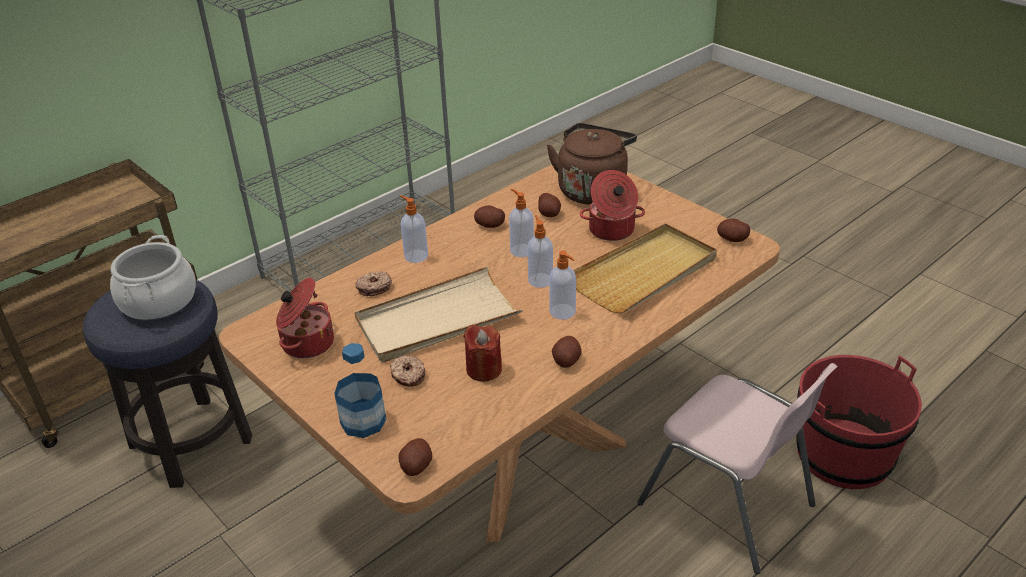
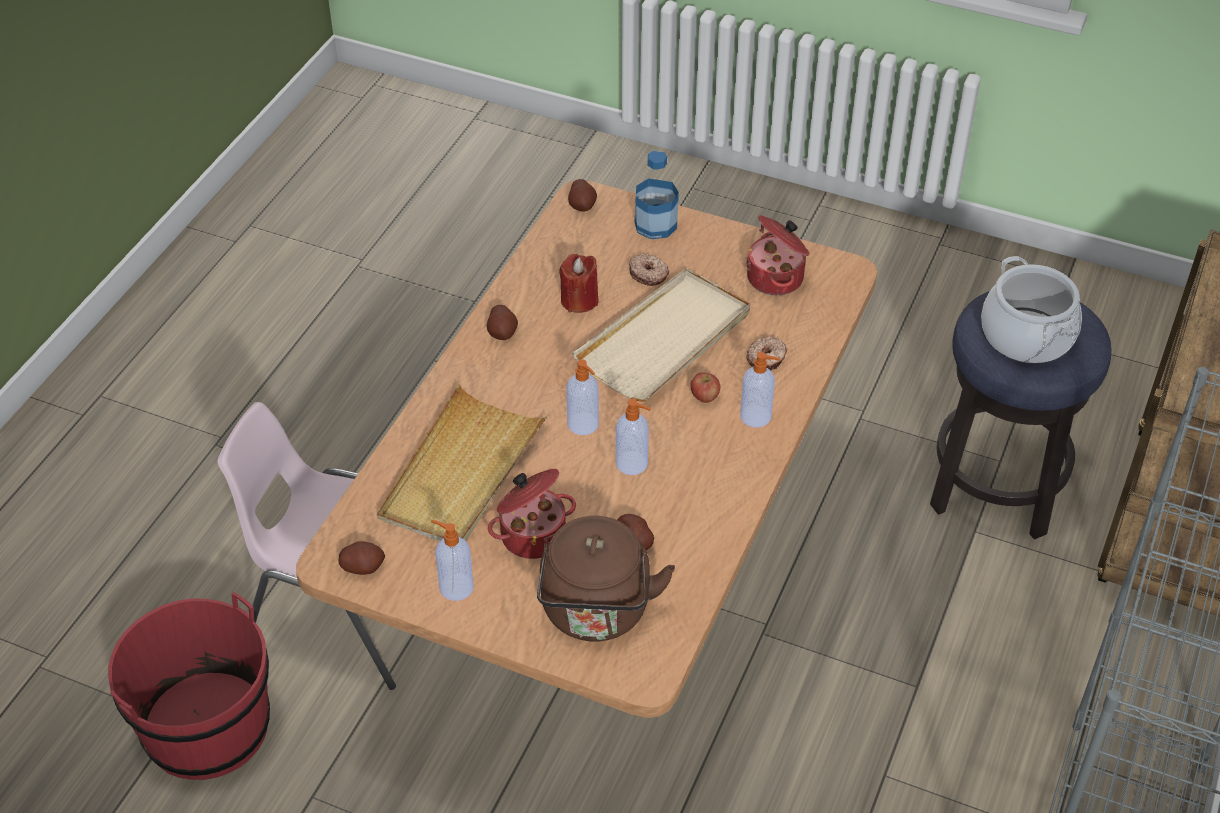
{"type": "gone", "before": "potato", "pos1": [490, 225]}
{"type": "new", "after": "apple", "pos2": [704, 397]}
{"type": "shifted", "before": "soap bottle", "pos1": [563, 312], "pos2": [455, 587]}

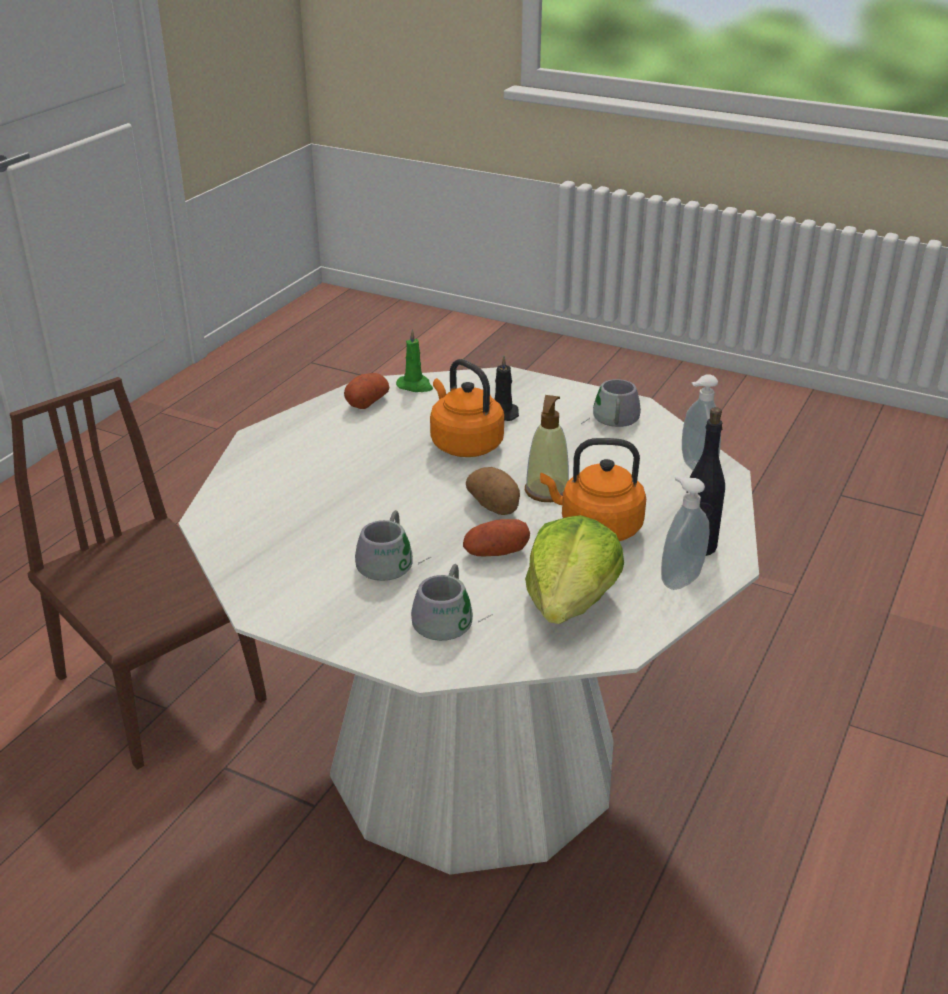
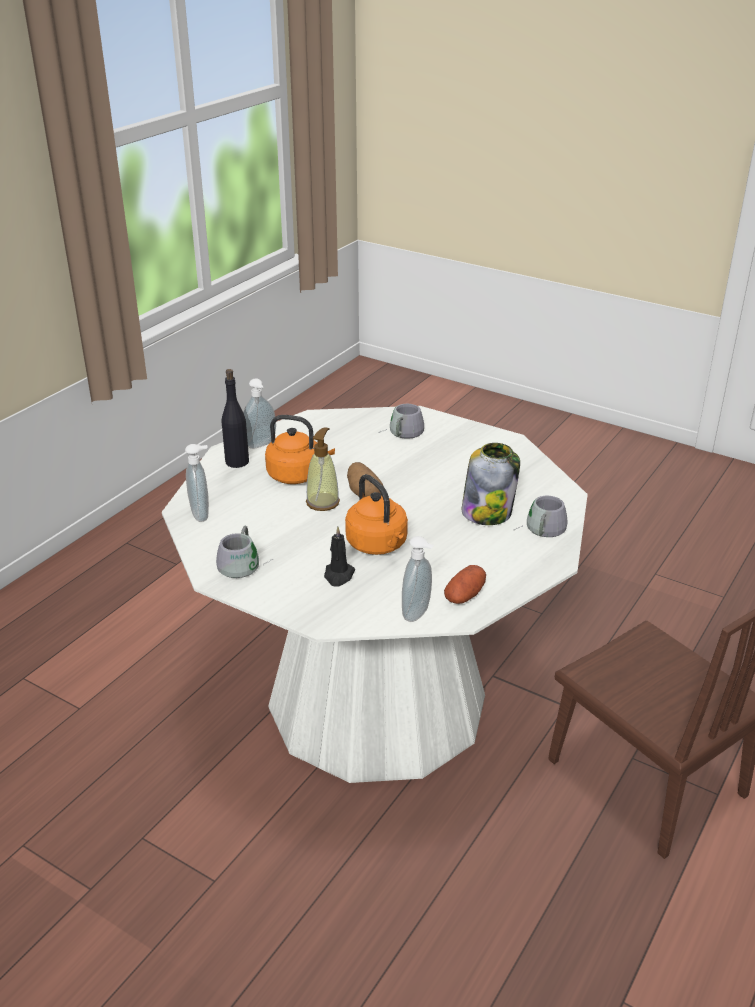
{"type": "gone", "before": "potato", "pos1": [496, 552]}
{"type": "gone", "before": "head of lettuce", "pos1": [570, 601]}
{"type": "new", "after": "storage jar", "pos2": [487, 512]}
{"type": "shifted", "before": "mug in grey", "pos1": [393, 561], "pos2": [540, 529]}
{"type": "swapped", "before": "wax light in green-coloured", "after": "soap bottle", "pos1": [415, 386], "pos2": [418, 614]}

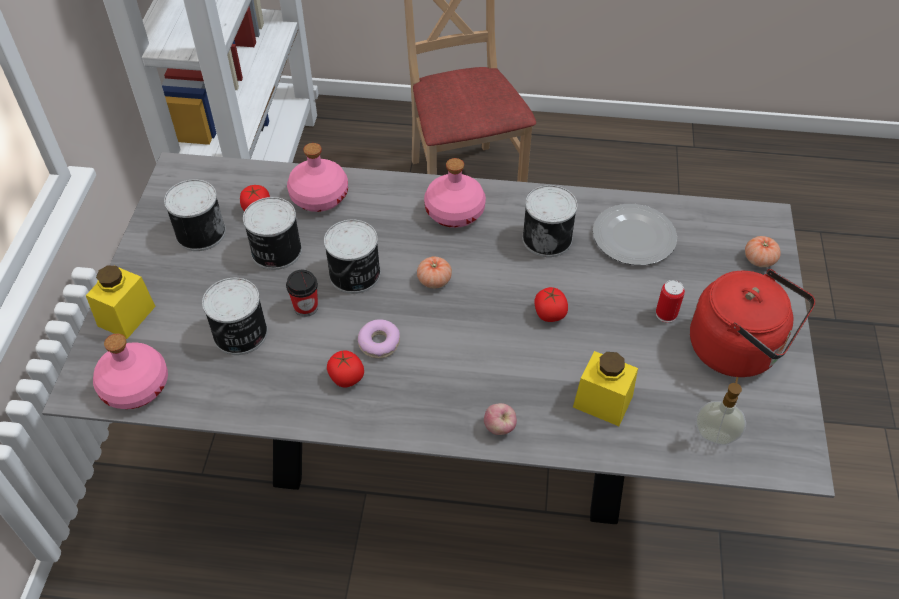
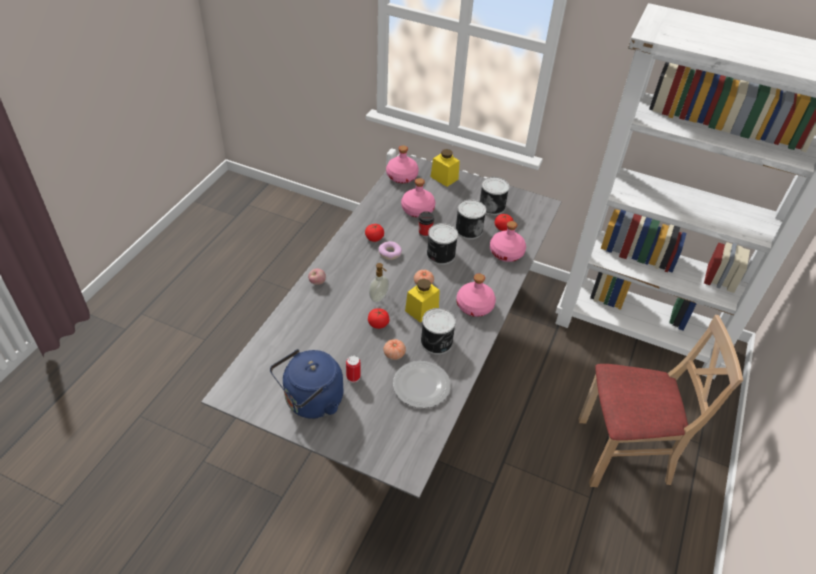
{"type": "shifted", "before": "storage jar in yellowish", "pos1": [602, 402], "pos2": [421, 309]}
{"type": "shifted", "before": "soap bottle", "pos1": [715, 435], "pos2": [379, 298]}
{"type": "shifted", "before": "tomato", "pos1": [759, 259], "pos2": [394, 354]}
{"type": "swapped", "before": "can", "after": "drink bottle in pink-coloured", "pos1": [240, 334], "pos2": [417, 209]}
{"type": "repainted", "before": "tea kettle in red-coloured", "after": "tea kettle in blue-coloured", "pos1": [738, 350], "pos2": [311, 402]}

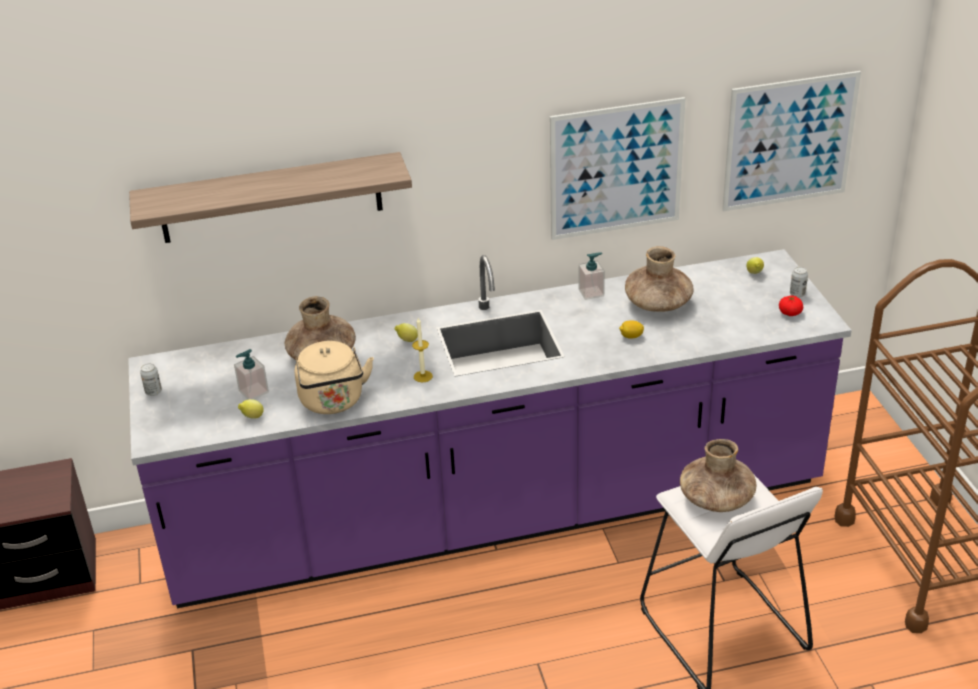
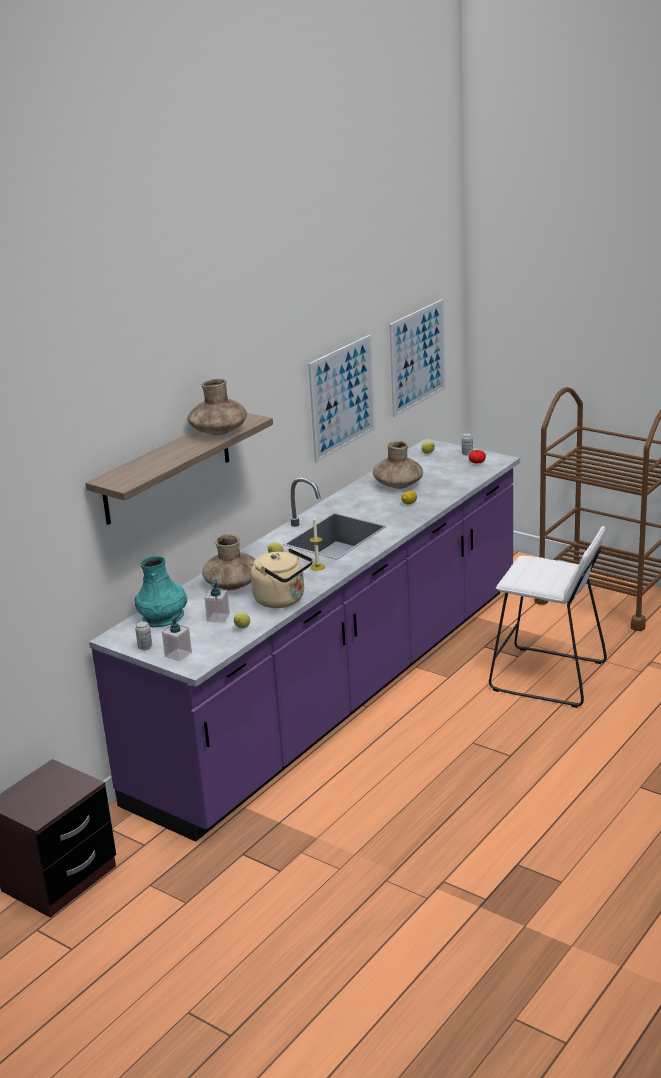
{"type": "new", "after": "vase in blue-green", "pos2": [163, 617]}
{"type": "shifted", "before": "soap bottle", "pos1": [591, 293], "pos2": [178, 654]}
{"type": "shifted", "before": "vase in brownish", "pos1": [716, 499], "pos2": [218, 432]}

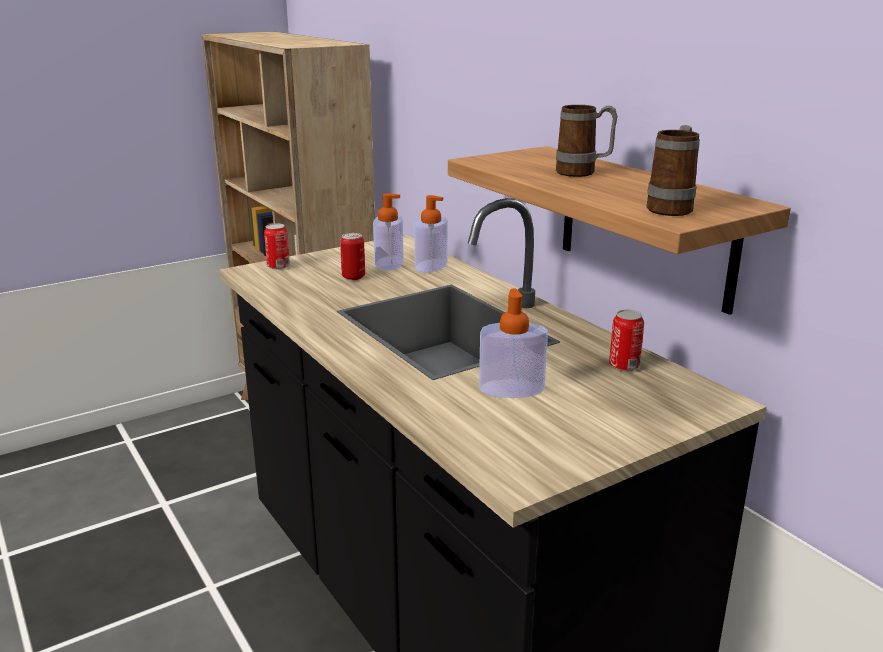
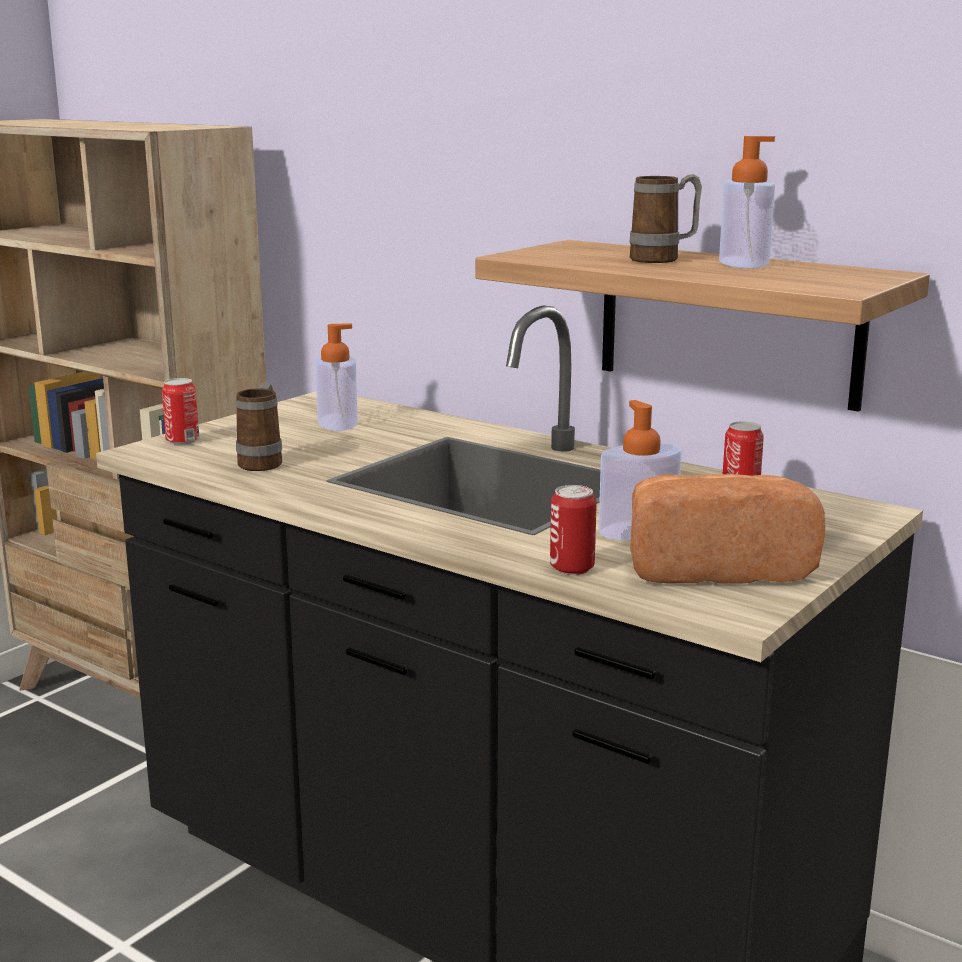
{"type": "new", "after": "baked bread", "pos2": [715, 566]}
{"type": "shifted", "before": "can", "pos1": [353, 277], "pos2": [572, 568]}
{"type": "shifted", "before": "soap bottle", "pos1": [431, 266], "pos2": [743, 263]}
{"type": "shifted", "before": "mug", "pos1": [672, 208], "pos2": [263, 462]}

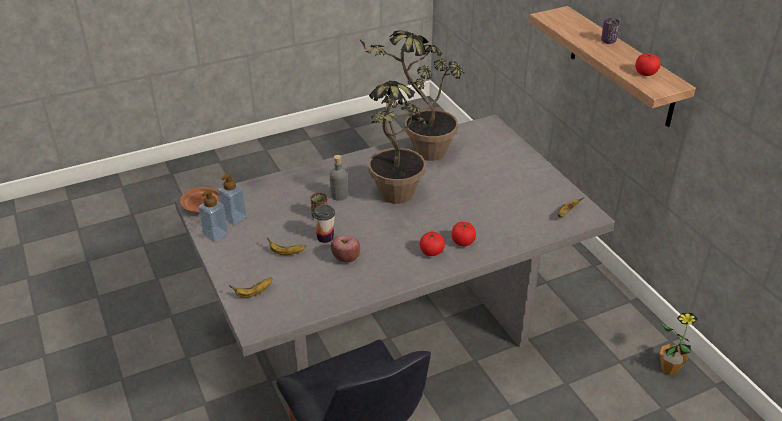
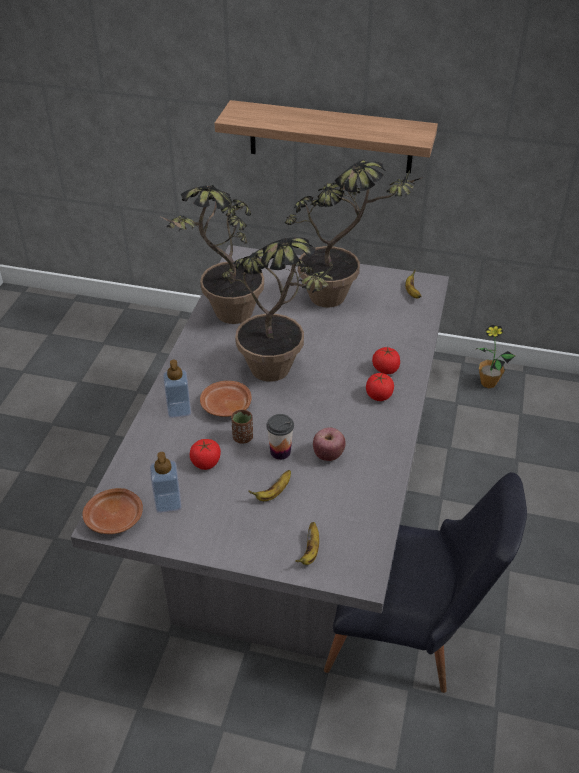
{"type": "gone", "before": "small cup in purple-coloured", "pos1": [608, 41]}
{"type": "new", "after": "houseplant", "pos2": [341, 299]}
{"type": "shifted", "before": "soap bottle", "pos1": [215, 234], "pos2": [179, 409]}
{"type": "shifted", "before": "tomato", "pos1": [645, 73], "pos2": [206, 463]}
{"type": "swapped", "before": "drink bottle in grey", "after": "flat dish in brownish", "pos1": [339, 195], "pos2": [226, 406]}

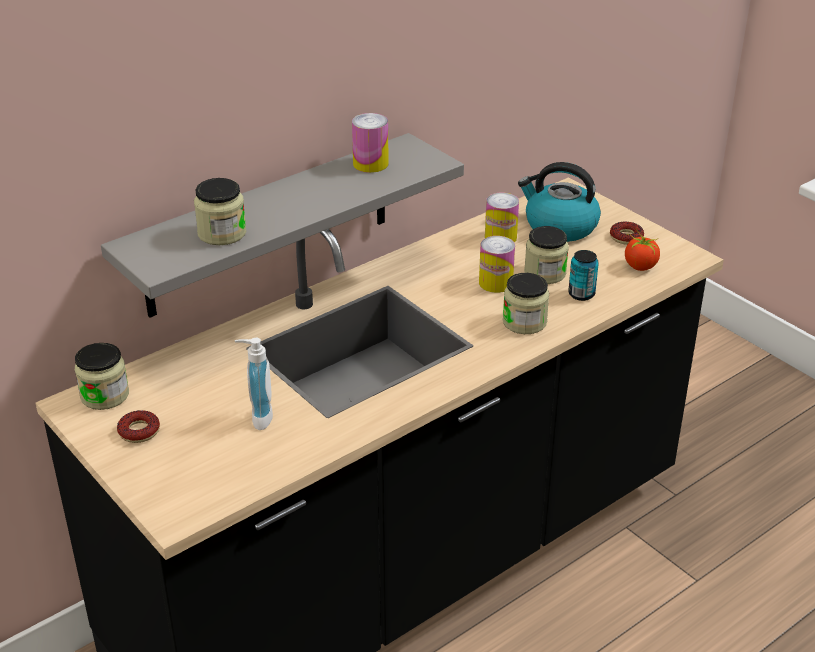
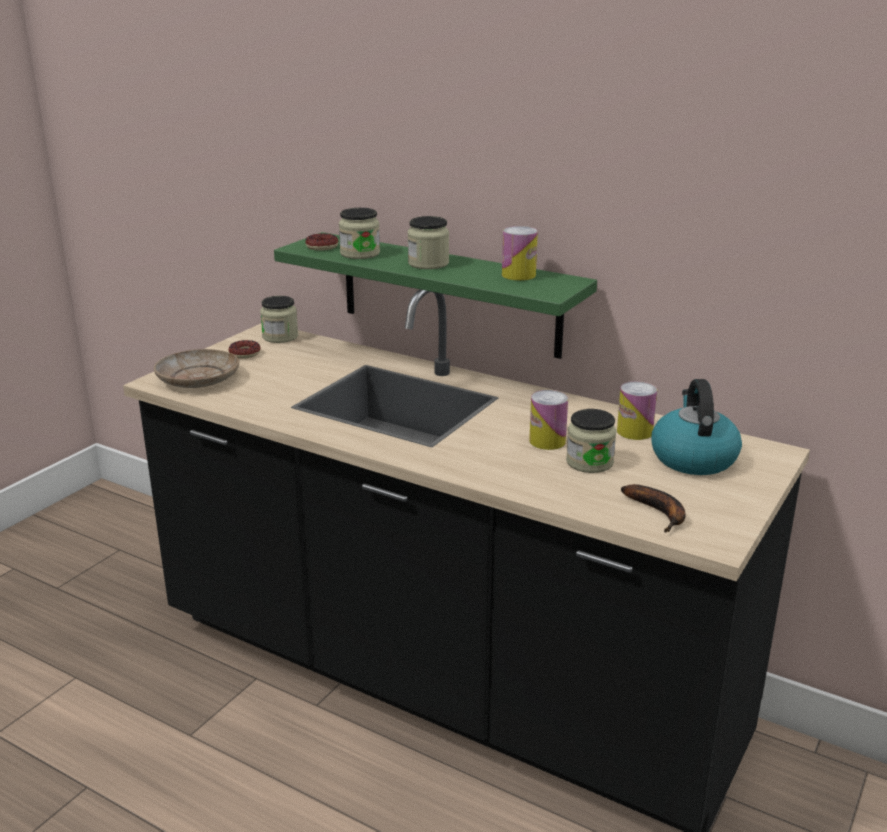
{"type": "gone", "before": "soap bottle", "pos1": [257, 417]}
{"type": "gone", "before": "can", "pos1": [581, 294]}
{"type": "new", "after": "flat dish in beige", "pos2": [198, 379]}
{"type": "shifted", "before": "storage jar", "pos1": [524, 322], "pos2": [428, 263]}
{"type": "shifted", "before": "doughnut", "pos1": [626, 237], "pos2": [322, 247]}
{"type": "swapped", "before": "tomato", "after": "whole banana", "pos1": [640, 266], "pos2": [659, 513]}
{"type": "repainted", "before": "wall shelf in grey", "after": "wall shelf in green-coloured", "pos1": [269, 226], "pos2": [449, 294]}

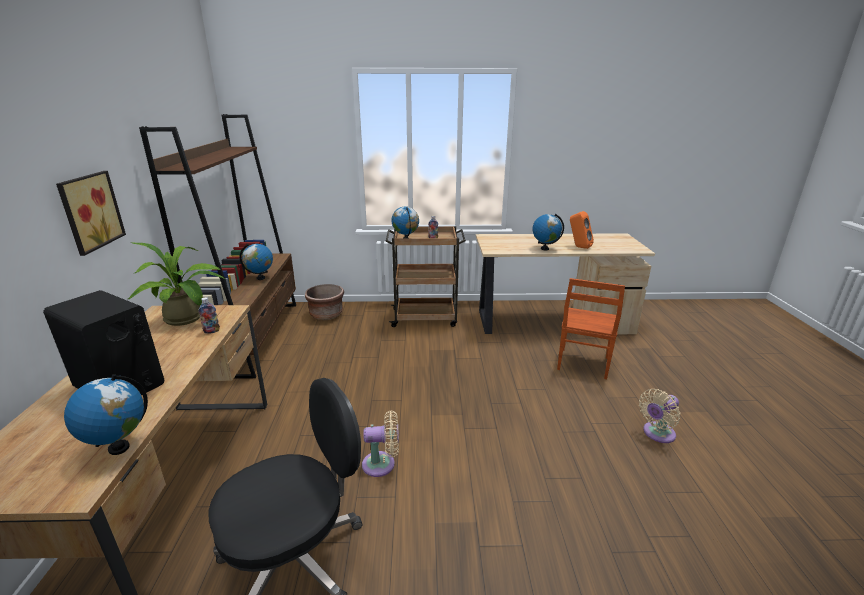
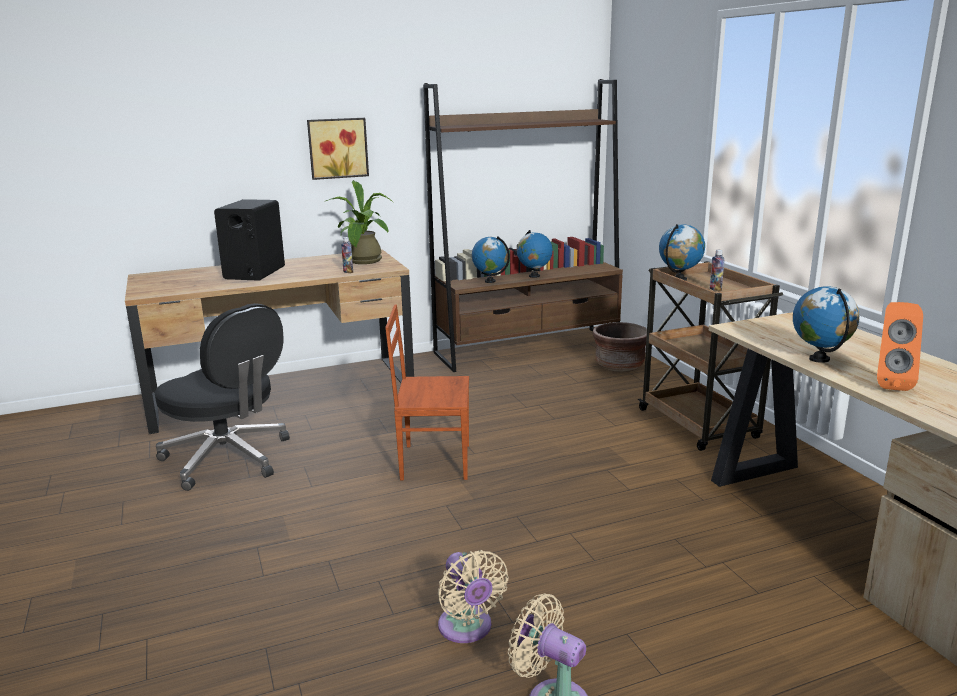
{"type": "shifted", "before": "desk globe", "pos1": [119, 447], "pos2": [490, 281]}
{"type": "shifted", "before": "fan in beige", "pos1": [382, 464], "pos2": [467, 628]}
{"type": "shifted", "before": "plain chair in brownish", "pos1": [582, 364], "pos2": [434, 461]}

